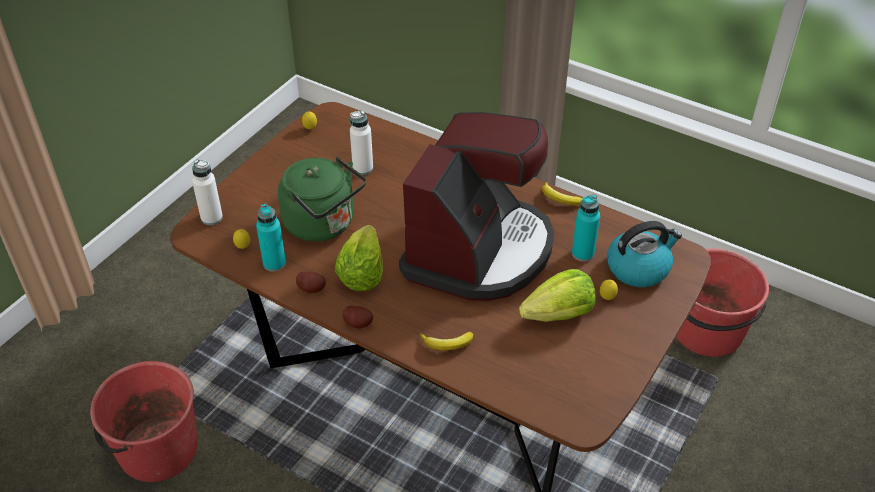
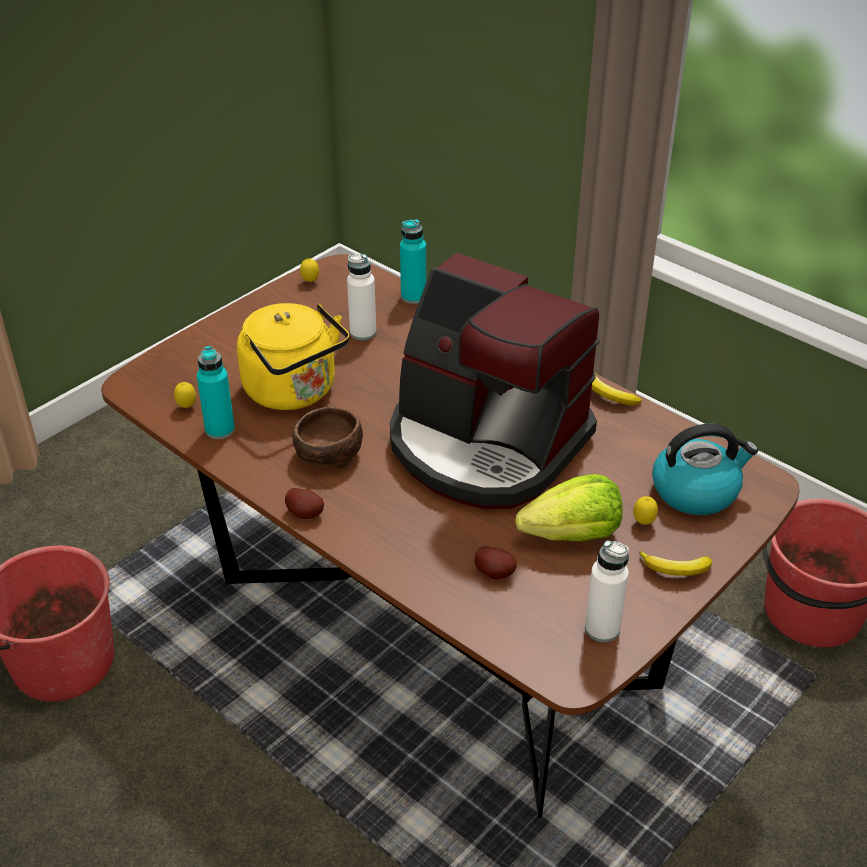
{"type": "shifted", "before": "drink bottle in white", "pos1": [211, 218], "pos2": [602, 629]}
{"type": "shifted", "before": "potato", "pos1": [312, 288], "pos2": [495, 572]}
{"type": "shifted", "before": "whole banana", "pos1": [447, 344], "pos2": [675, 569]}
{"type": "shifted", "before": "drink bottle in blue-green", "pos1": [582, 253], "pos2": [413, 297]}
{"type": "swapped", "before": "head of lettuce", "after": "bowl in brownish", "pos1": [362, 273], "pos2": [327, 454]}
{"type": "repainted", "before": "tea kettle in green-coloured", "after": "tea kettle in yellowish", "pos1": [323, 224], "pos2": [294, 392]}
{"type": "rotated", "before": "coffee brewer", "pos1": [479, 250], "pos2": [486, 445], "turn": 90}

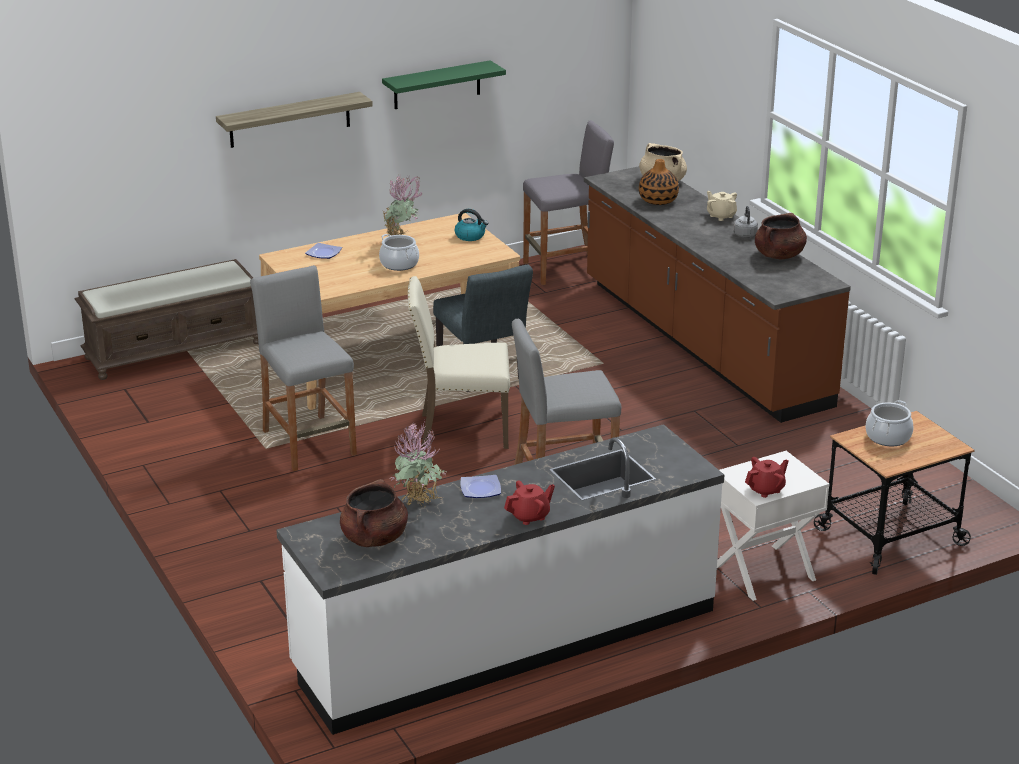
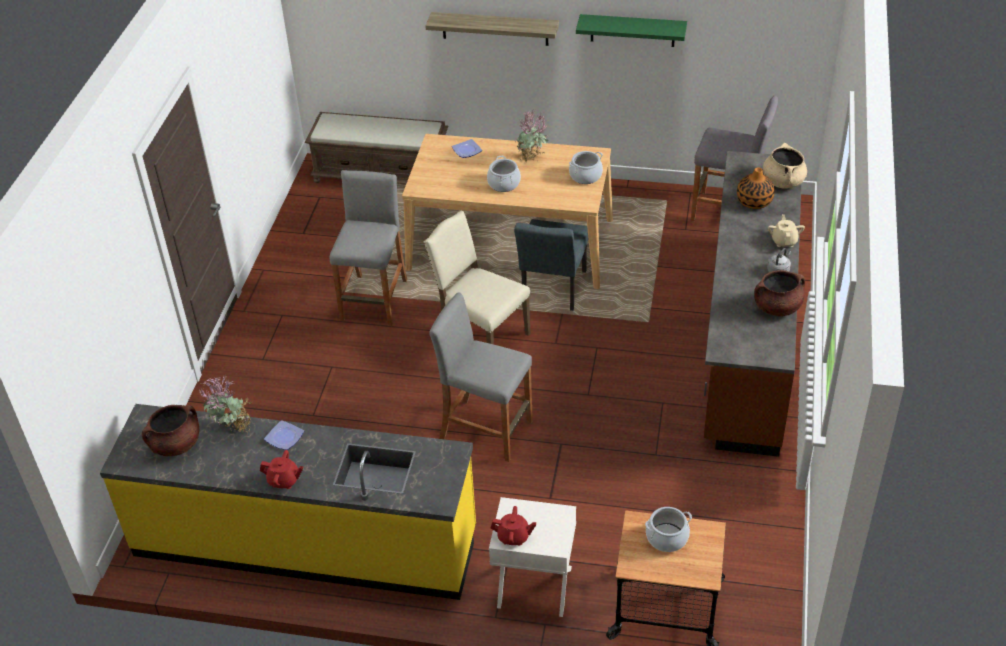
{"type": "swapped", "before": "tea kettle", "after": "saucepot", "pos1": [470, 236], "pos2": [585, 176]}
{"type": "repainted", "before": "kitchen base unit in white", "after": "kitchen base unit in yellowish", "pos1": [506, 640], "pos2": [305, 542]}

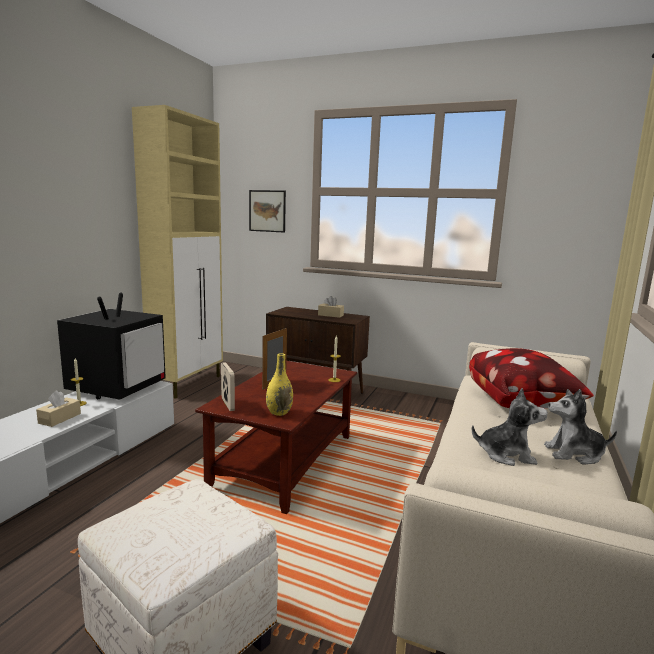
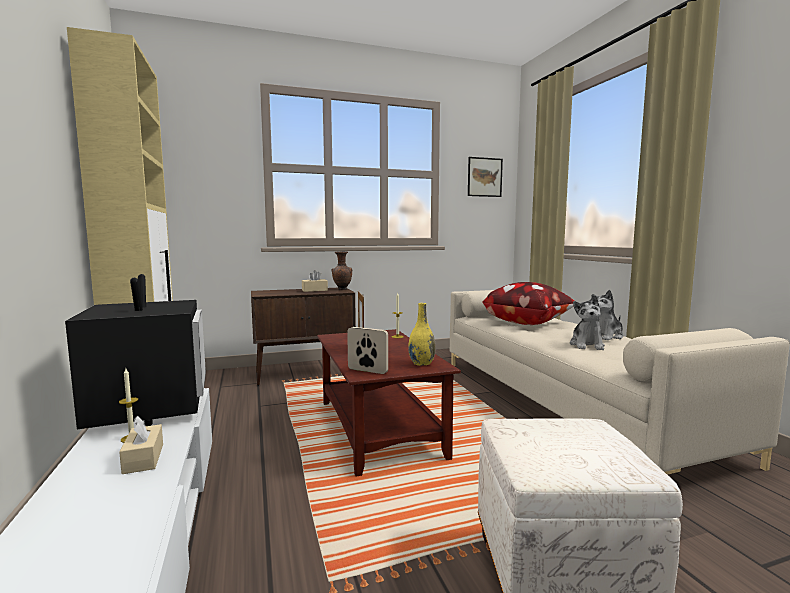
{"type": "new", "after": "vase in brownish", "pos2": [342, 289]}
{"type": "shifted", "before": "wall picture", "pos1": [267, 211], "pos2": [484, 177]}
{"type": "rotated", "before": "soft toy", "pos1": [506, 455], "pos2": [587, 345], "turn": 135}

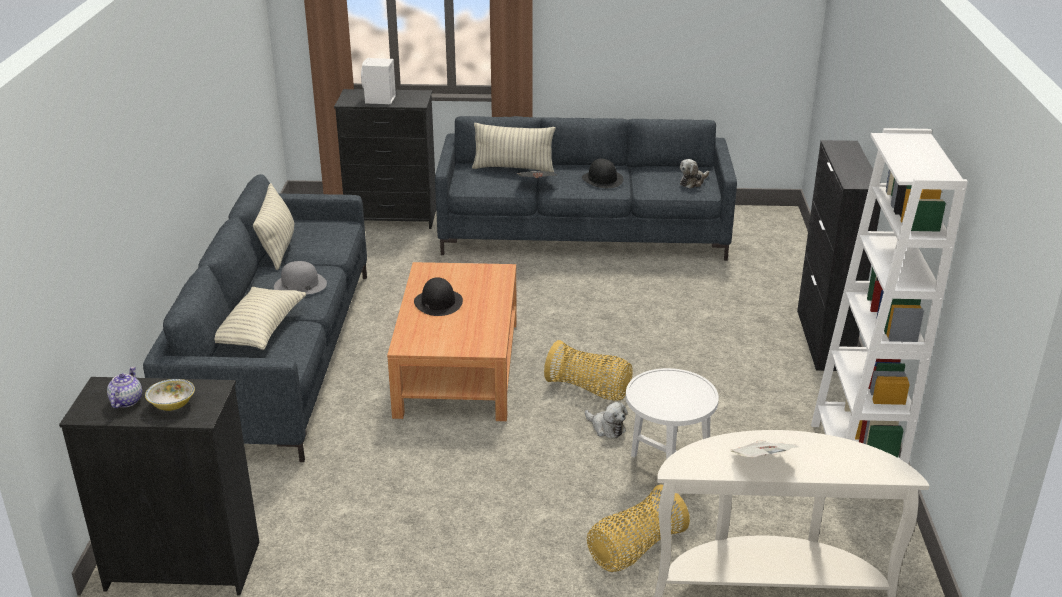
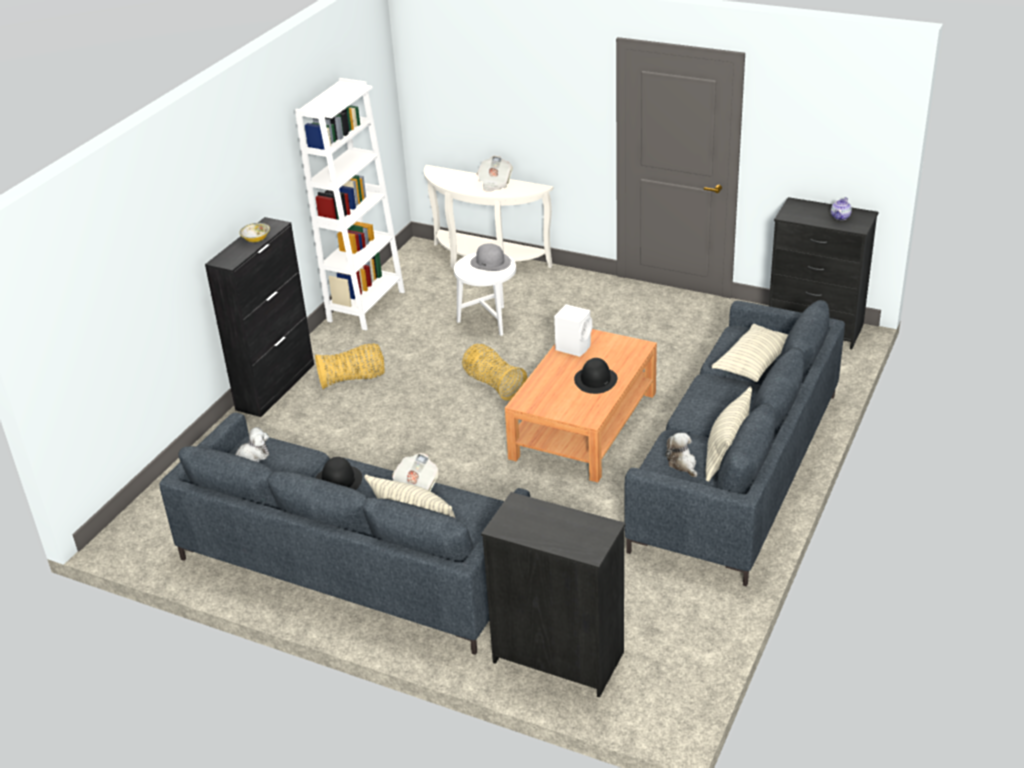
{"type": "shifted", "before": "bowl", "pos1": [172, 405], "pos2": [256, 239]}
{"type": "shifted", "before": "wearable hat in grey", "pos1": [300, 285], "pos2": [490, 262]}
{"type": "shifted", "before": "loudspeaker in white", "pos1": [379, 100], "pos2": [574, 347]}
{"type": "shifted", "before": "soft toy", "pos1": [606, 428], "pos2": [682, 464]}
{"type": "shifted", "before": "storage basket", "pos1": [634, 550], "pos2": [353, 379]}

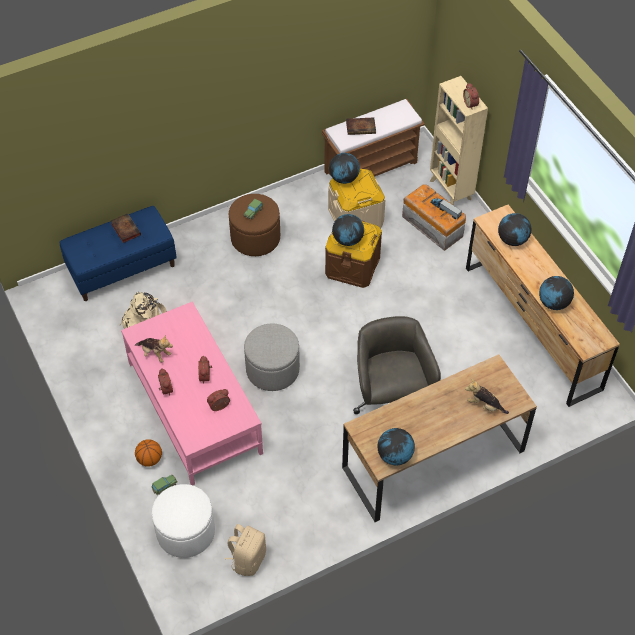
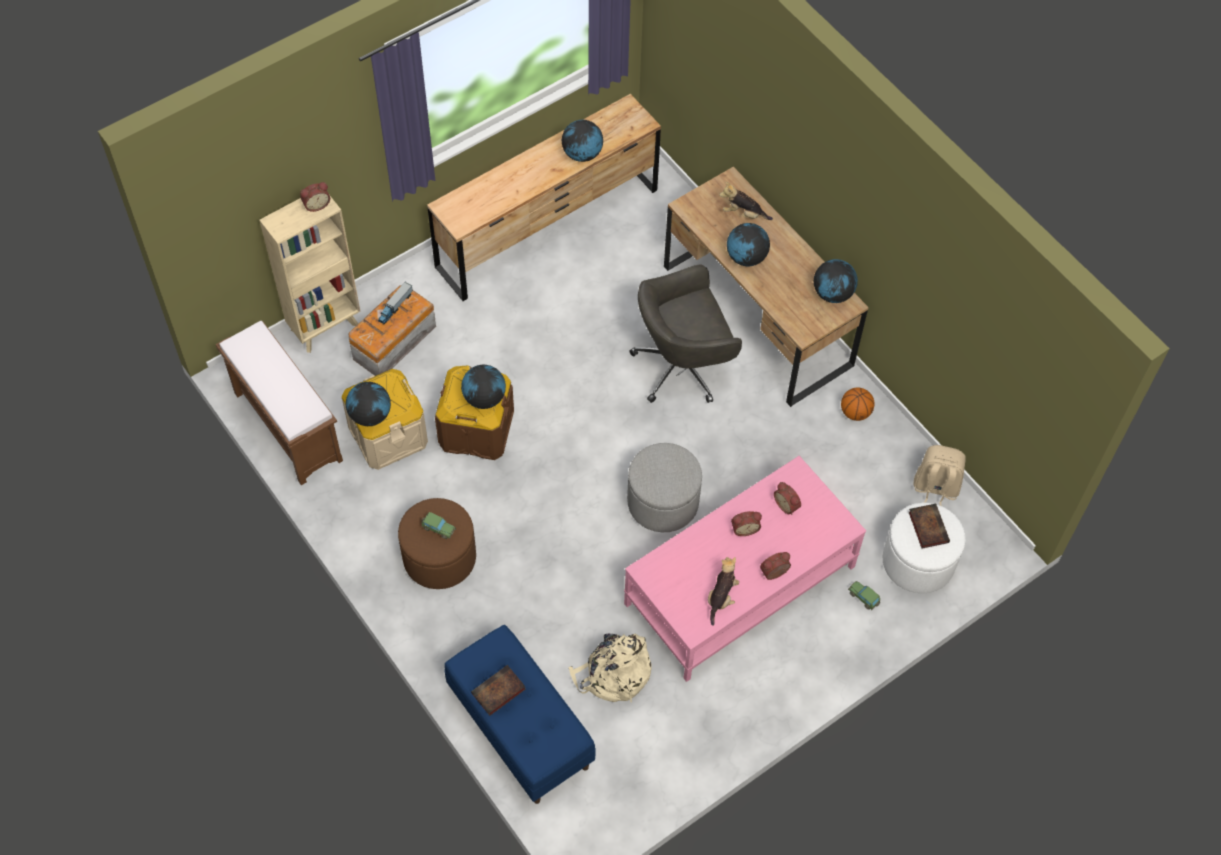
{"type": "shifted", "before": "basketball", "pos1": [149, 459], "pos2": [855, 412]}
{"type": "shifted", "before": "volume", "pos1": [361, 127], "pos2": [927, 526]}
{"type": "shifted", "before": "desk globe", "pos1": [512, 240], "pos2": [746, 257]}
{"type": "rotated", "before": "soft toy", "pos1": [484, 405], "pos2": [743, 213], "turn": 90}

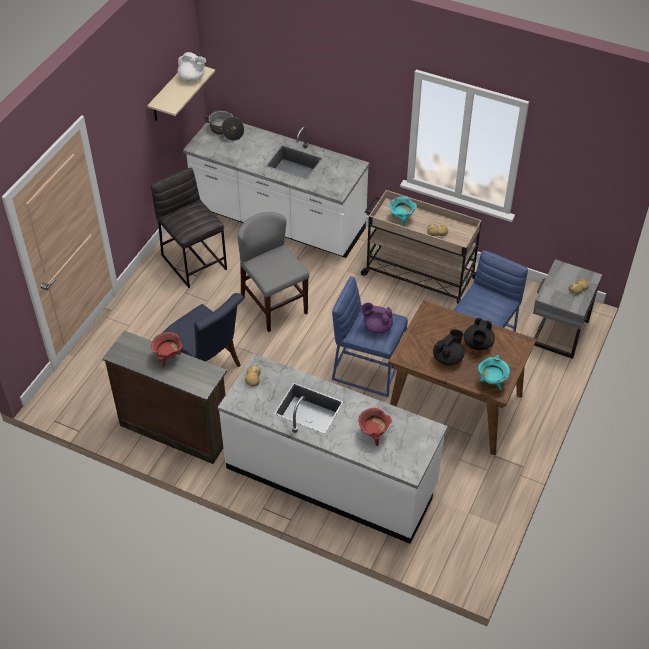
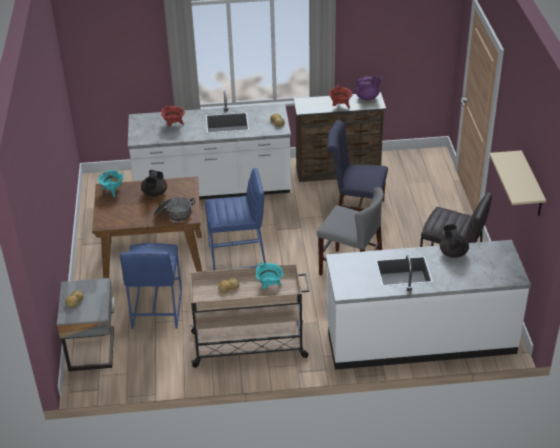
{"type": "gone", "before": "teapot in white", "pos1": [192, 78]}
{"type": "shifted", "before": "saucepot", "pos1": [225, 131], "pos2": [173, 214]}
{"type": "shifted", "before": "teapot in purple-coloured", "pos1": [377, 326], "pos2": [367, 98]}
{"type": "shifted", "before": "teapot in black-coloured", "pos1": [478, 344], "pos2": [453, 252]}

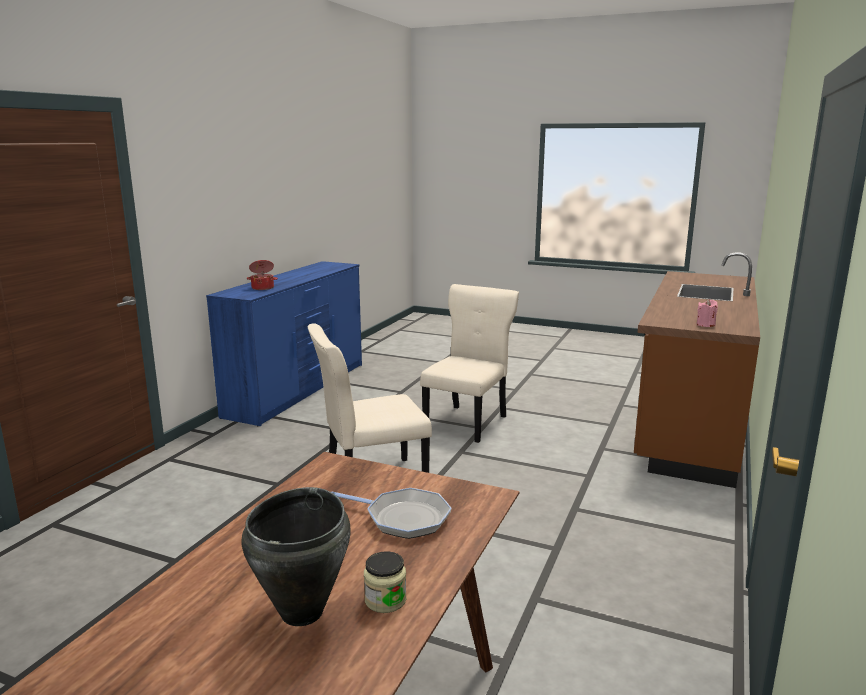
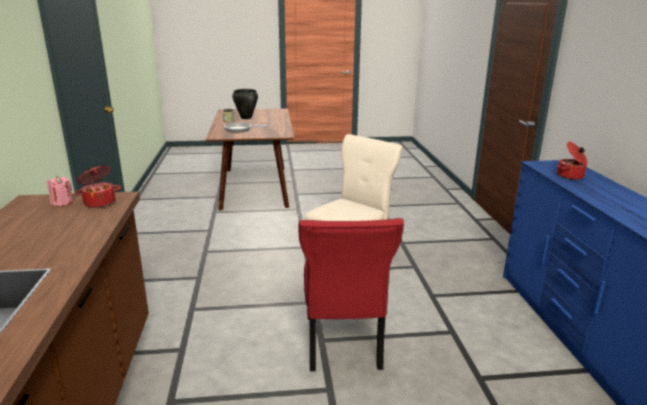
{"type": "new", "after": "saucepot", "pos2": [100, 202]}
{"type": "repainted", "before": "plain chair in beige", "after": "plain chair in red-coloured", "pos1": [468, 422], "pos2": [342, 344]}

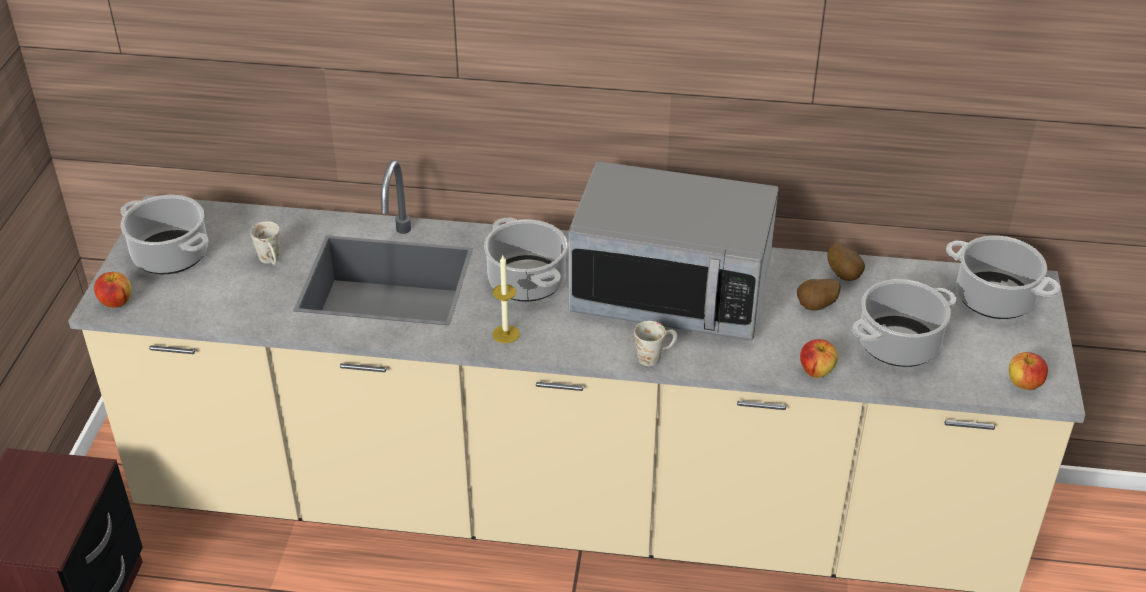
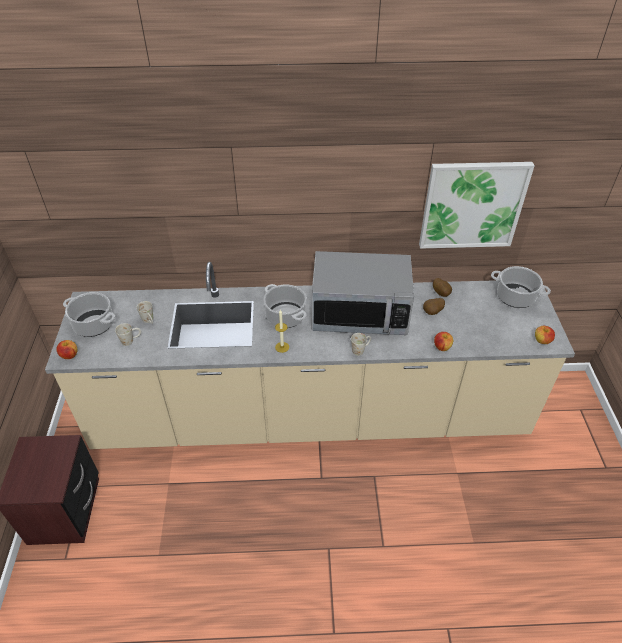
{"type": "gone", "before": "saucepot", "pos1": [898, 345]}
{"type": "new", "after": "mug in white", "pos2": [131, 340]}
{"type": "new", "after": "wall picture", "pos2": [472, 205]}

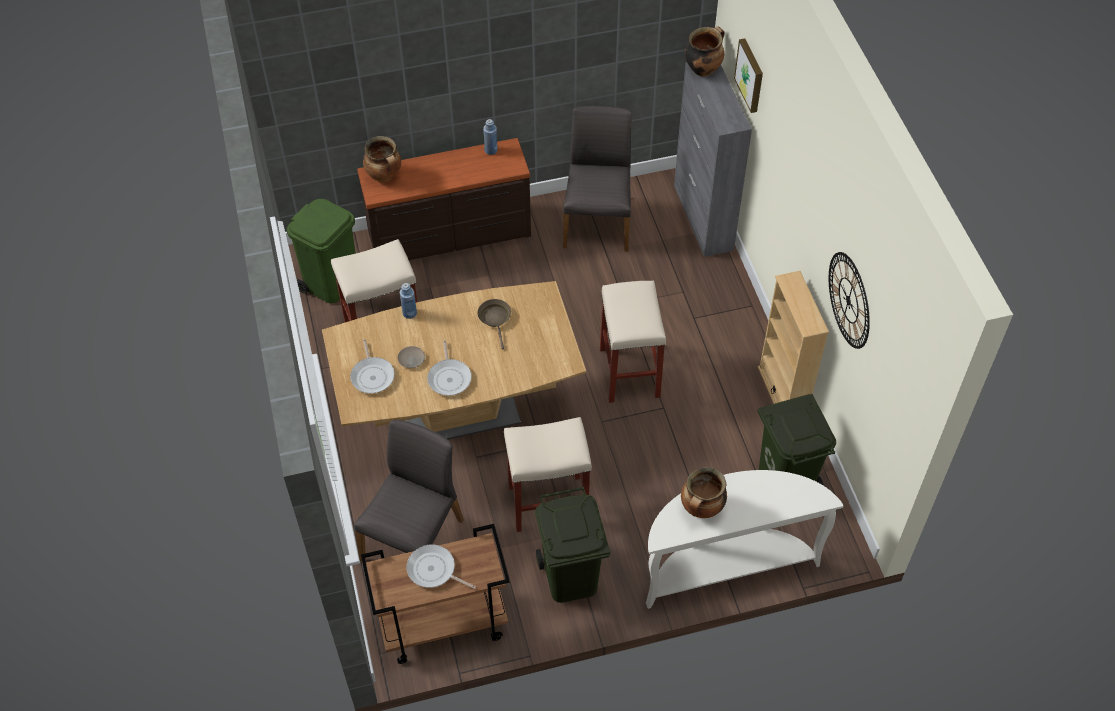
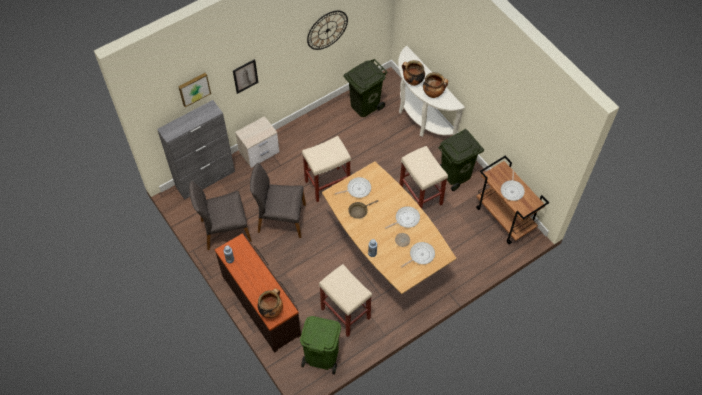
{"type": "gone", "before": "bookcase in beige", "pos1": [782, 393]}
{"type": "new", "after": "wall picture", "pos2": [245, 76]}
{"type": "new", "after": "nightstand", "pos2": [260, 152]}
{"type": "new", "after": "skillet", "pos2": [357, 189]}
{"type": "shifted", "before": "plain chair in grey", "pos1": [414, 539], "pos2": [281, 218]}
{"type": "shifted", "before": "saucepot", "pos1": [703, 69], "pos2": [412, 81]}

